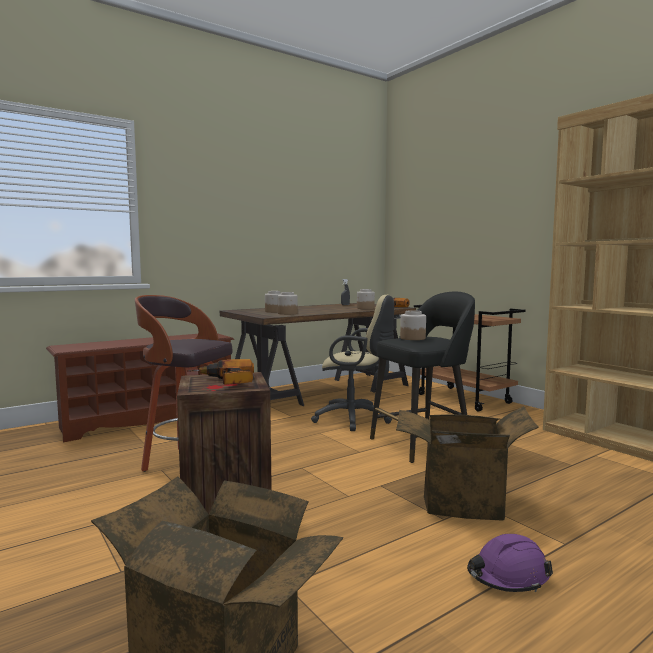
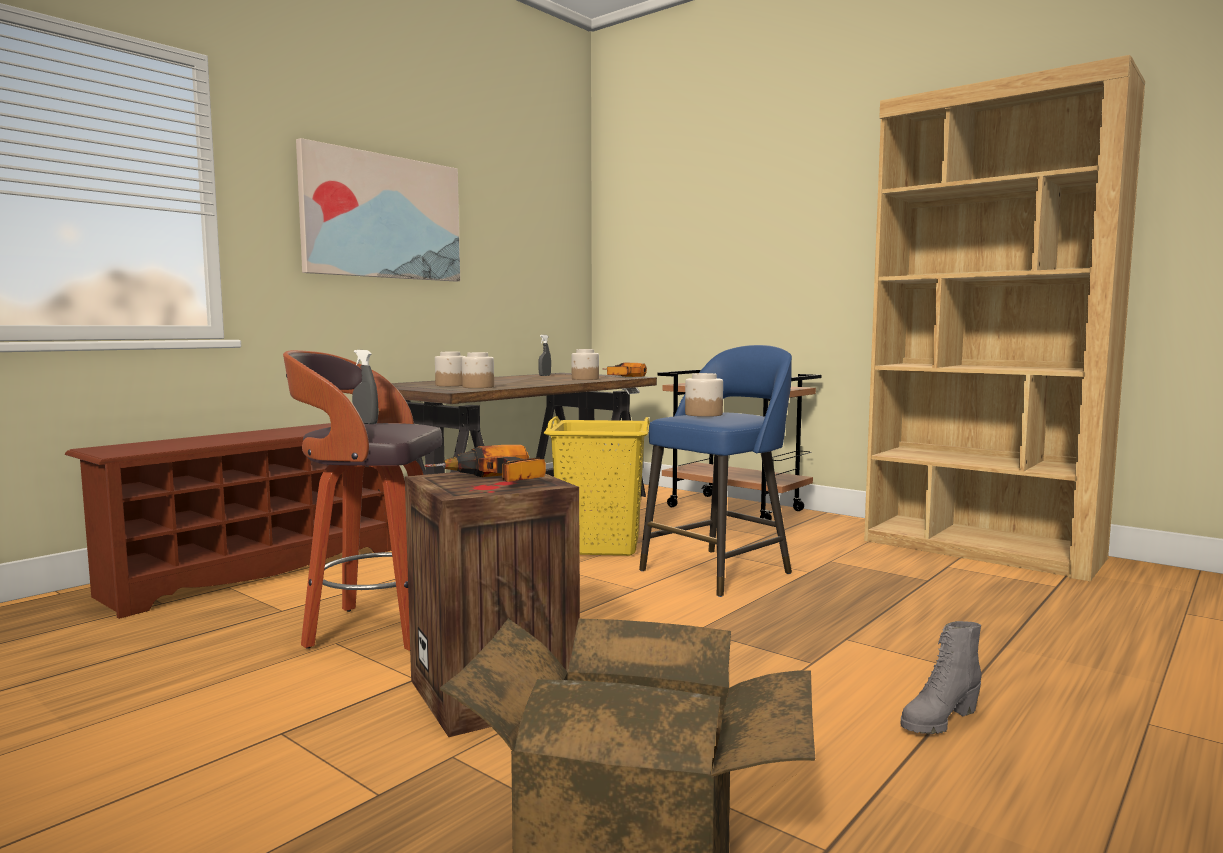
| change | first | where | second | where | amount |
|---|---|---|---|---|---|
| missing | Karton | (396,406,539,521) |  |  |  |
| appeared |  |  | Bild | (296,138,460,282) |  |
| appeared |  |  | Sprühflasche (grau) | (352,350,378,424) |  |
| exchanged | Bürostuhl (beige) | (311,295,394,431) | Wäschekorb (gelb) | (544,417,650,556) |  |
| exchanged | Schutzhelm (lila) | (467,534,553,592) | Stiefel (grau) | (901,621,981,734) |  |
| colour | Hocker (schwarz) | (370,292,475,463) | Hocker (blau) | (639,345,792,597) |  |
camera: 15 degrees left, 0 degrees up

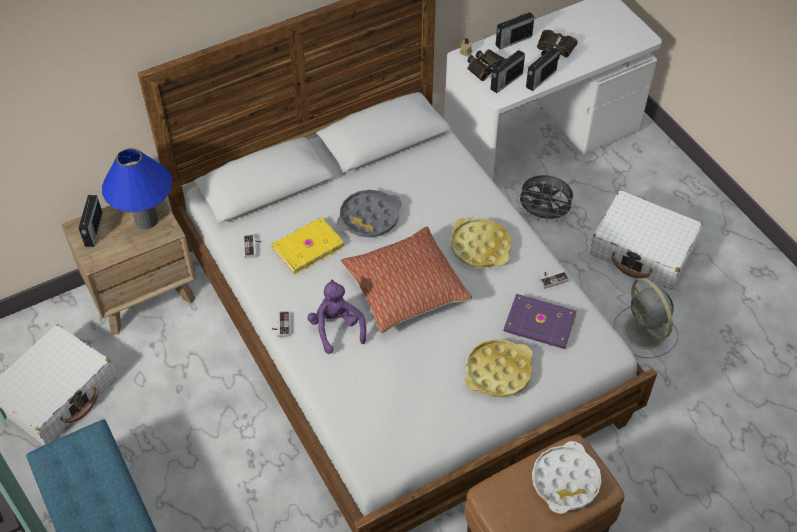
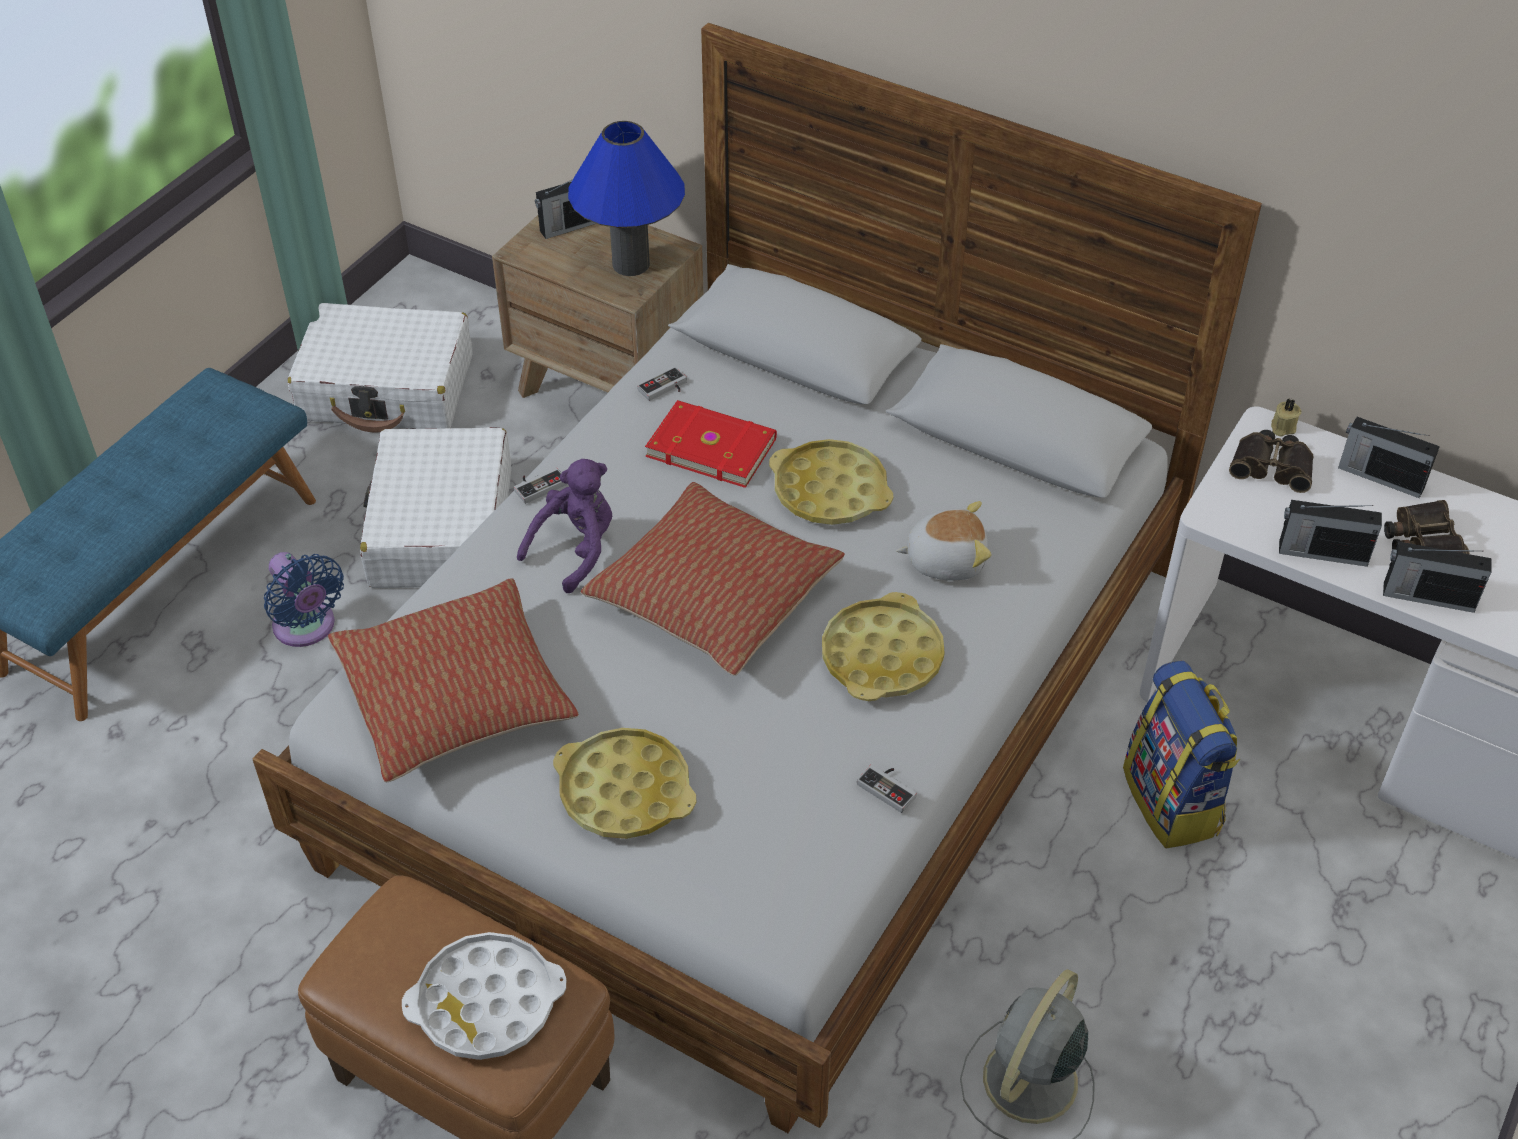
| change | first | where | second | where | amount |
|---|---|---|---|---|---|
| missing | Buch (lila) | (504,294,577,349) |  |  |  |
| appeared |  |  | Ventilator (blau) | (264,552,344,647) |  |
| appeared |  |  | Kissen | (328,578,579,782) |  |
| appeared |  |  | Plüschtier | (896,501,991,581) |  |
| relocated | Radio | (490,49,525,93) |  | (1383,542,1492,613) |  |
| relocated | Koffer (weiß) | (590,191,703,289) |  | (360,427,511,588) |  |
| exchanged | Ventilator (grau) | (516,175,575,223) | Rucksack | (1123,661,1240,848) |  |
| colour | Buch (gelb) | (271,217,344,275) | Buch (rot) | (645,400,777,488) |  |
| colour | Tablett (grau) | (337,190,402,238) | Tablett (gelb) | (769,439,893,525) |  |
camera: 60 degrees right, 5 degrees down

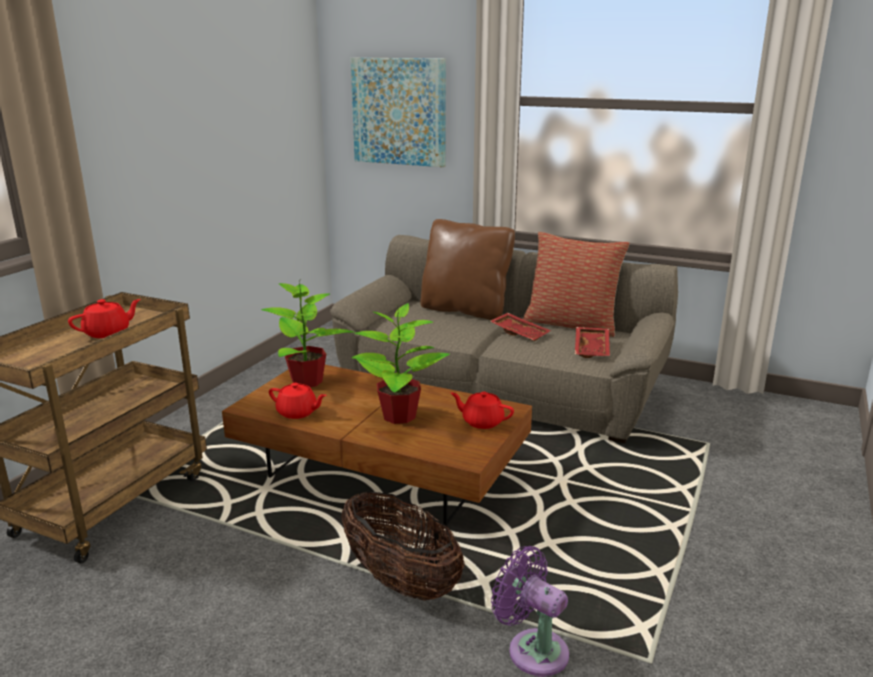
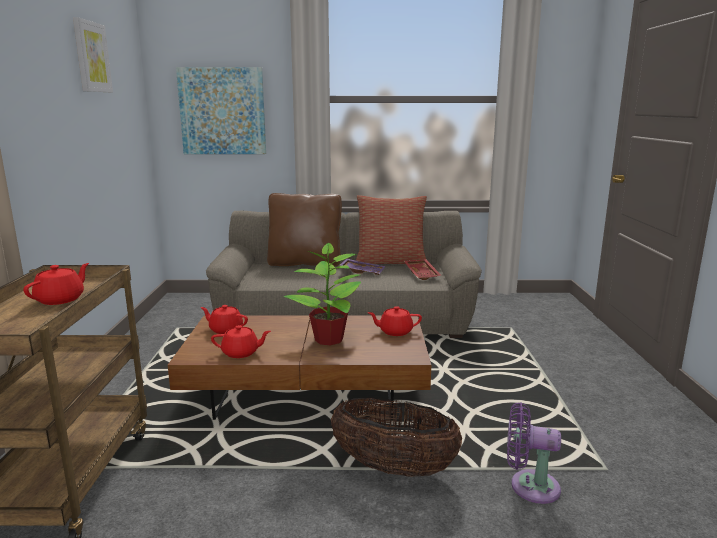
| change | first | where | second | where | amount |
|---|---|---|---|---|---|
| appeared |  |  | Bild | (73,17,113,92) |  |
| exchanged | Topfpflanze | (261,282,354,387) | Teekanne (rot) | (200,305,248,334) |  |
| colour | Tablett (rot) | (490,313,551,341) | Tablett (lila) | (340,259,386,275) |  |
camera: 25 degrees left, 5 degrees down

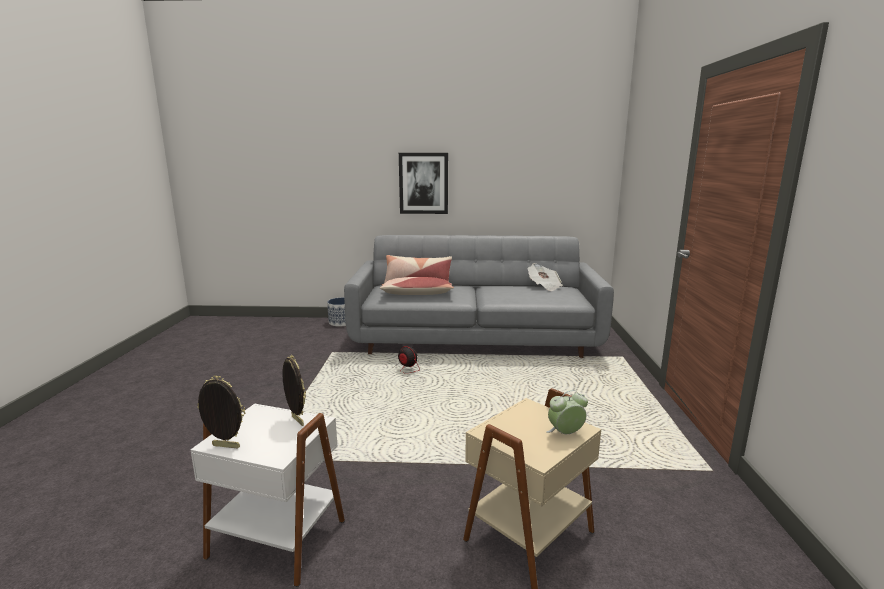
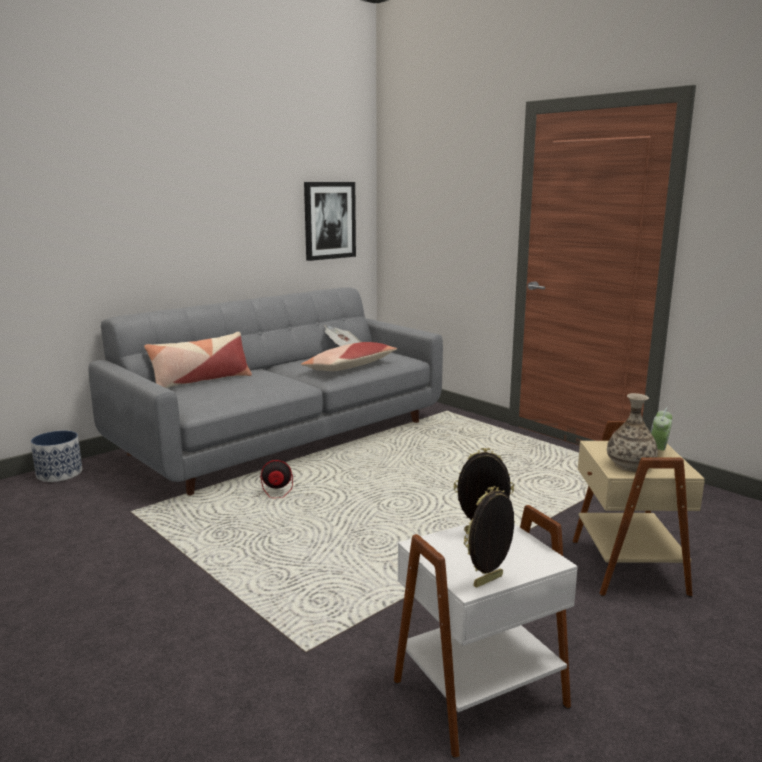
| change | first | where | second | where | amount |
|---|---|---|---|---|---|
| appeared |  |  | Vase | (607,393,658,472) |  |
| relocated | Kissen | (380,277,454,295) |  | (301,342,397,371) |  |
| relocated | Bild | (399,153,448,214) |  | (304,182,356,261) |  |
camera: 45 degrees left, 0 degrees up

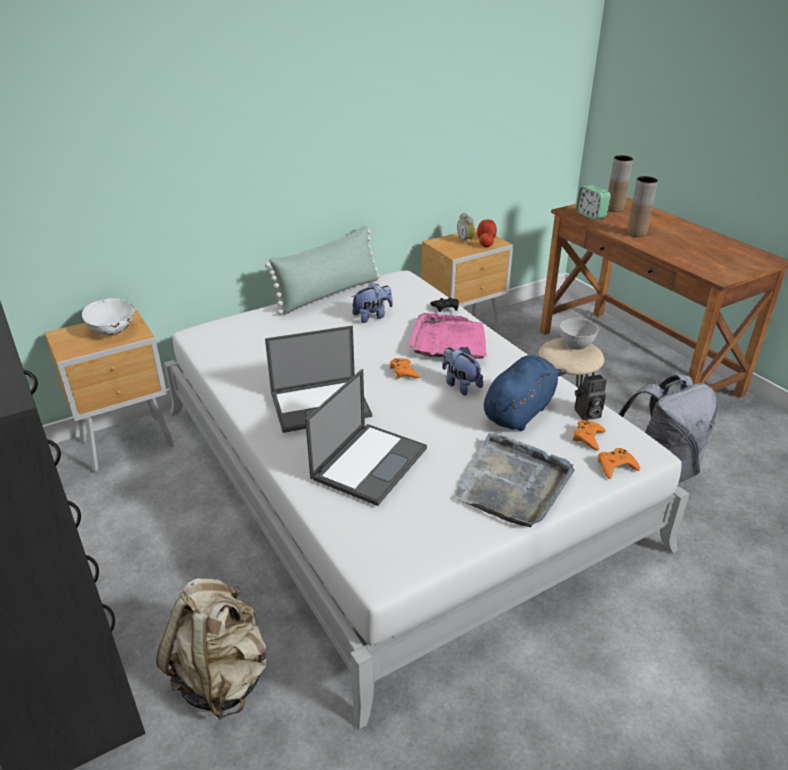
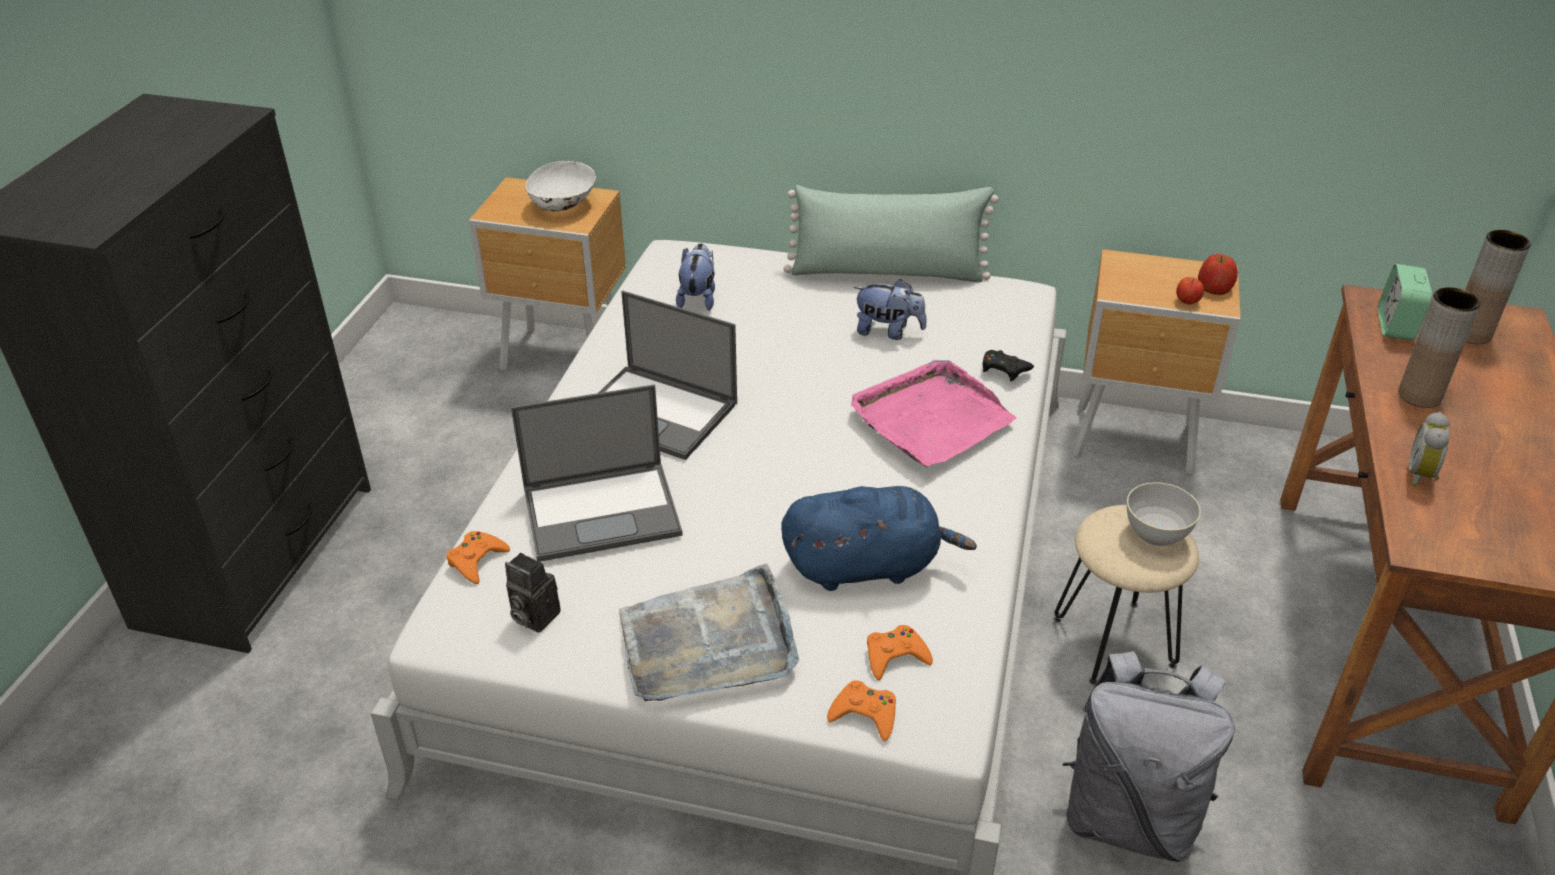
| change | first | where | second | where | amount |
|---|---|---|---|---|---|
| missing | Rucksack (beige) | (156,578,267,720) |  |  |  |
| relocated | Gamepad (orange) | (390,358,421,379) |  | (446,531,510,584) |  |
| relocated | Plüschtier | (442,347,483,396) |  | (676,243,715,311) |  |
| relocated | Wecker | (457,213,475,245) |  | (1409,412,1449,487) |  |
| relocated | Kamera | (575,374,607,420) |  | (505,553,561,633) |  |
camera: 45 degrees right, 5 degrees up

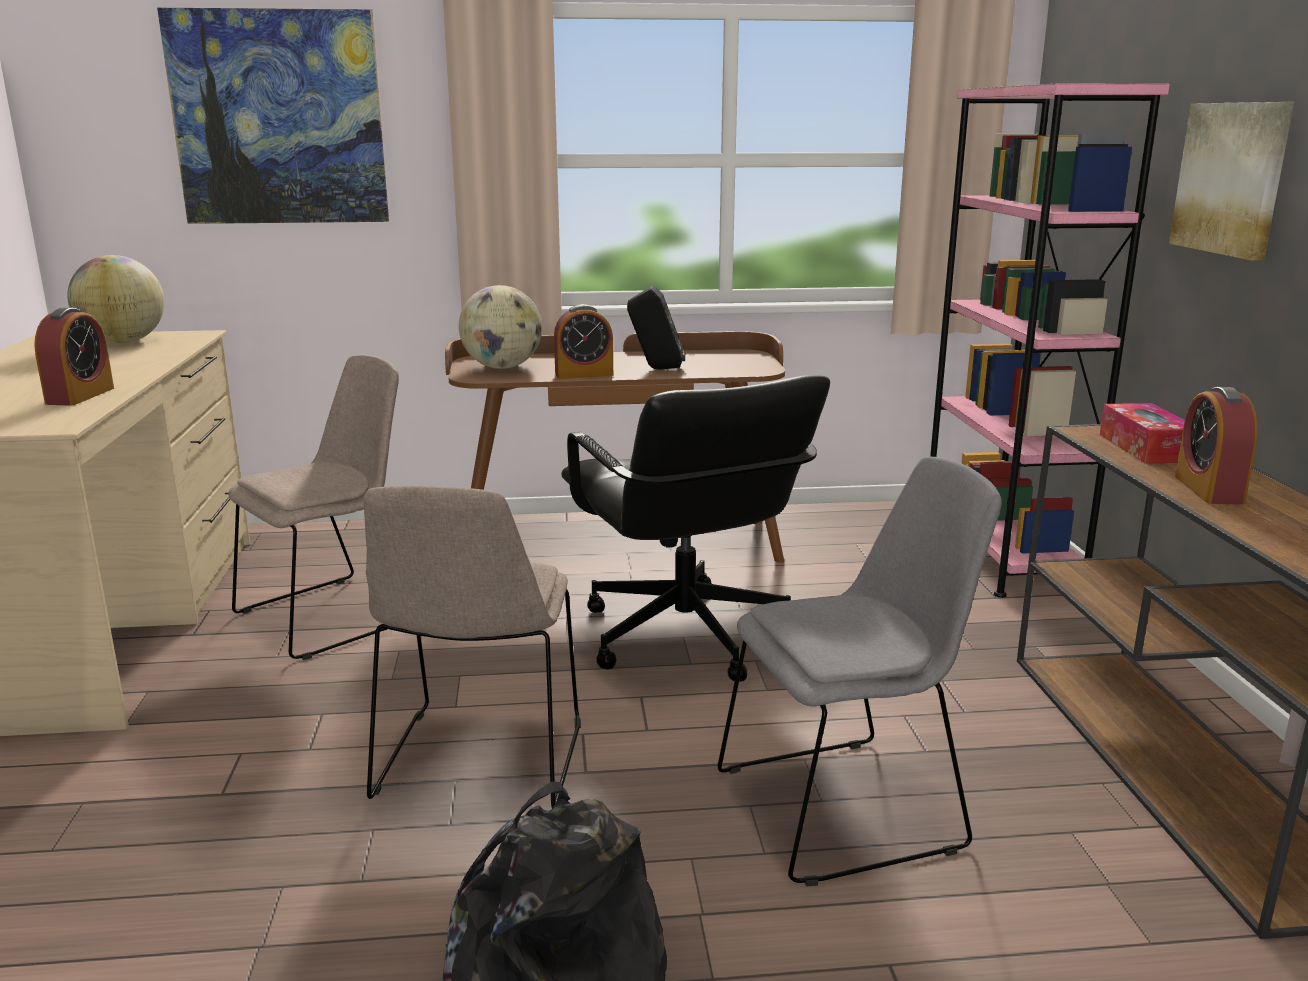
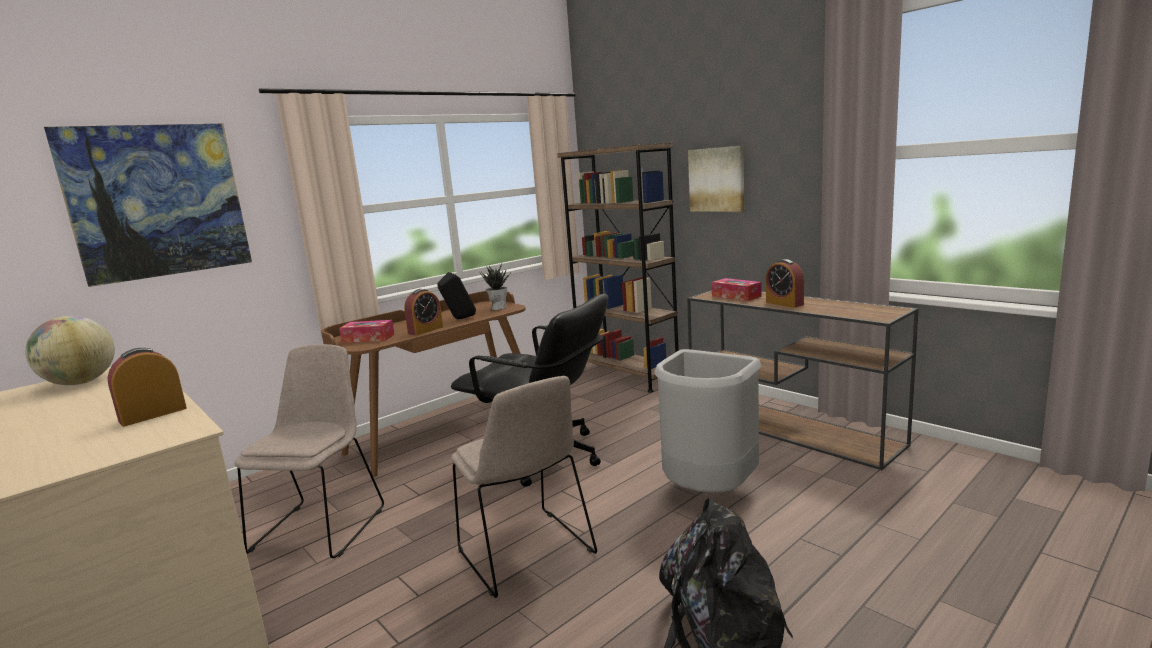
| change | first | where | second | where | amount |
|---|---|---|---|---|---|
| appeared |  |  | Topfpflanze | (479,263,510,310) |  |
| exchanged | Globus | (459,285,542,369) | Taschentuchbox | (339,320,395,343) |  |
| exchanged | Stuhl (grau) | (718,457,1002,887) | Mülleimer (grau) | (654,349,762,492) |  |
| colour | Bücherregal (rosa) | (930,83,1170,598) | Bücherregal (braun) | (557,143,679,392) |  |
| spun | Wecker | (34,308,114,406) |  | (108,348,187,427) | 105 degrees counterclockwise |
camera: 35 degrees left, 5 degrees down

